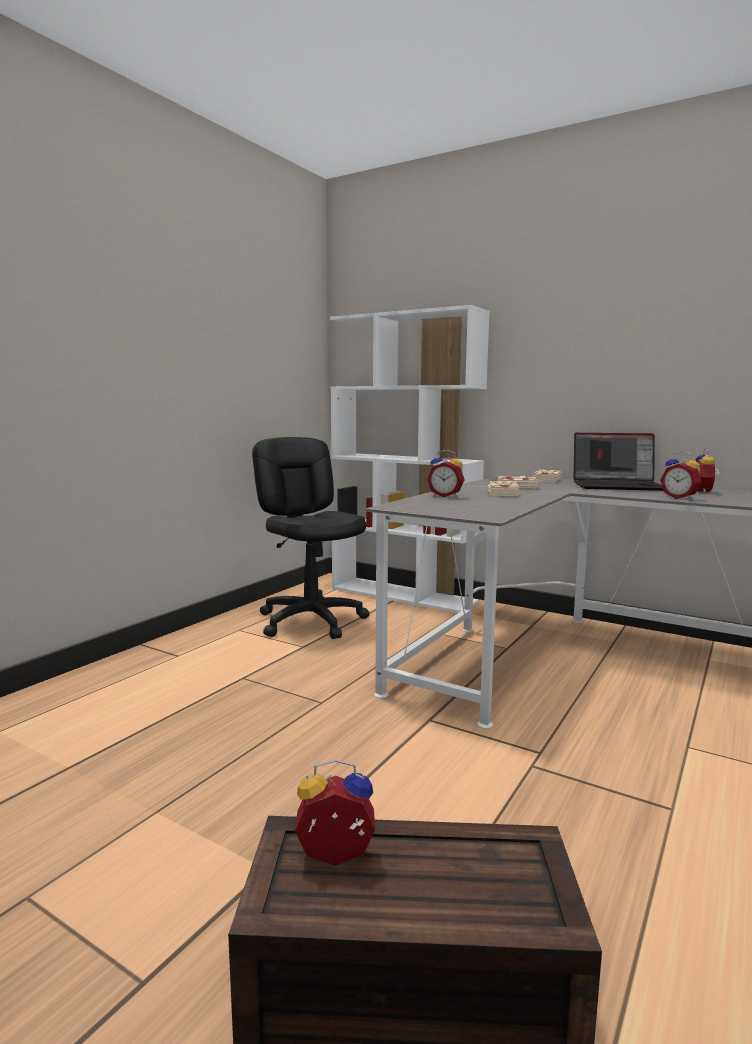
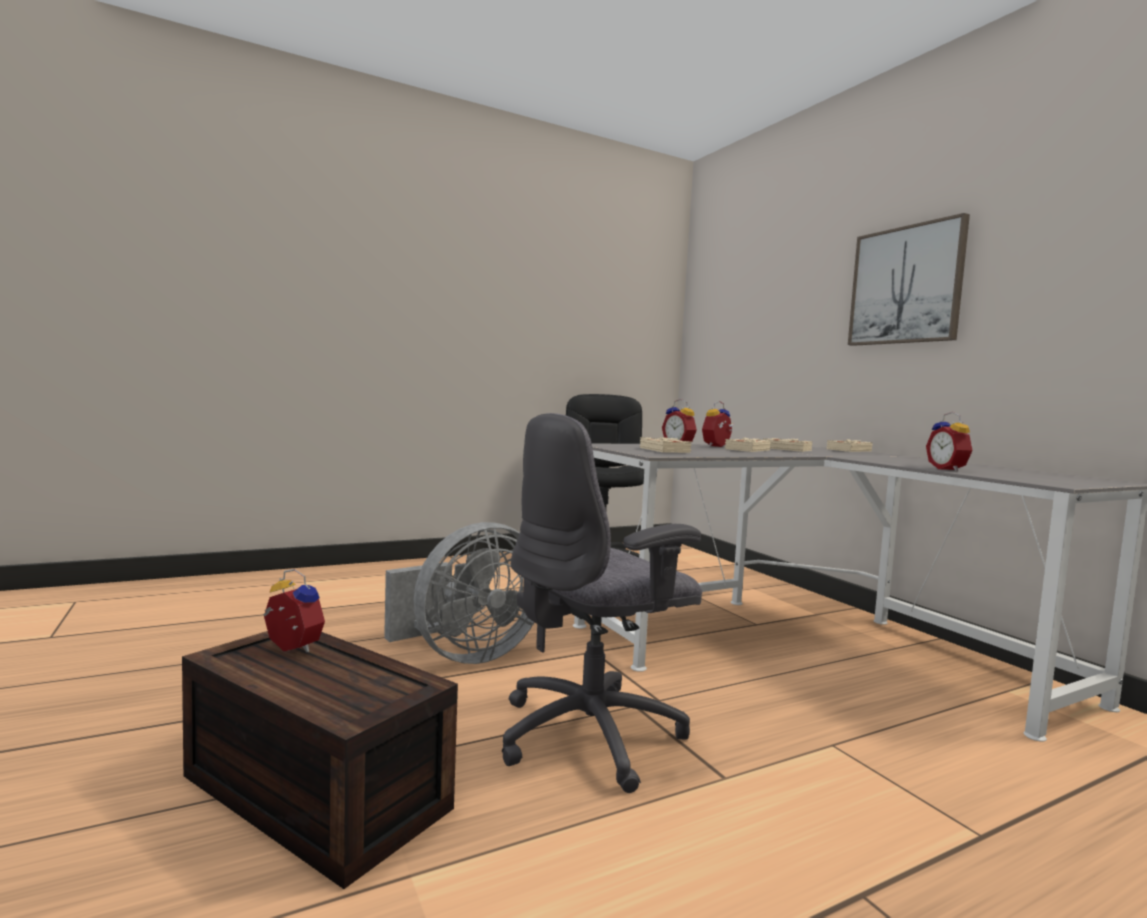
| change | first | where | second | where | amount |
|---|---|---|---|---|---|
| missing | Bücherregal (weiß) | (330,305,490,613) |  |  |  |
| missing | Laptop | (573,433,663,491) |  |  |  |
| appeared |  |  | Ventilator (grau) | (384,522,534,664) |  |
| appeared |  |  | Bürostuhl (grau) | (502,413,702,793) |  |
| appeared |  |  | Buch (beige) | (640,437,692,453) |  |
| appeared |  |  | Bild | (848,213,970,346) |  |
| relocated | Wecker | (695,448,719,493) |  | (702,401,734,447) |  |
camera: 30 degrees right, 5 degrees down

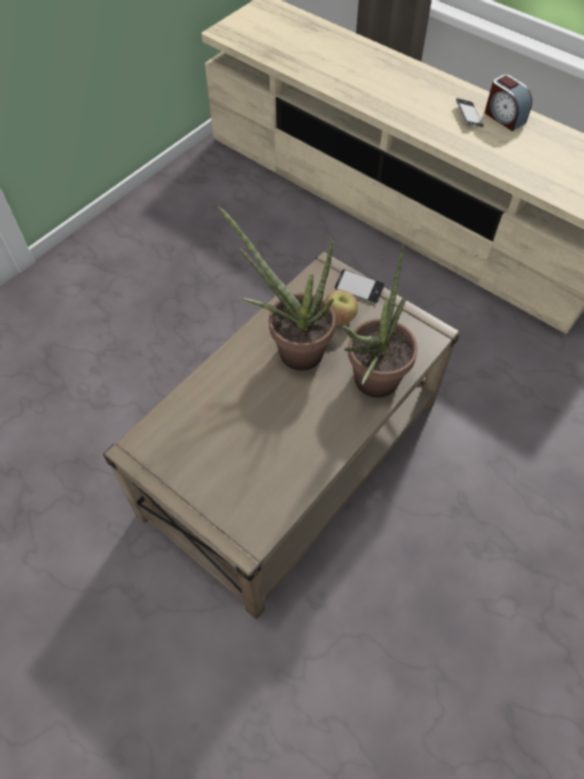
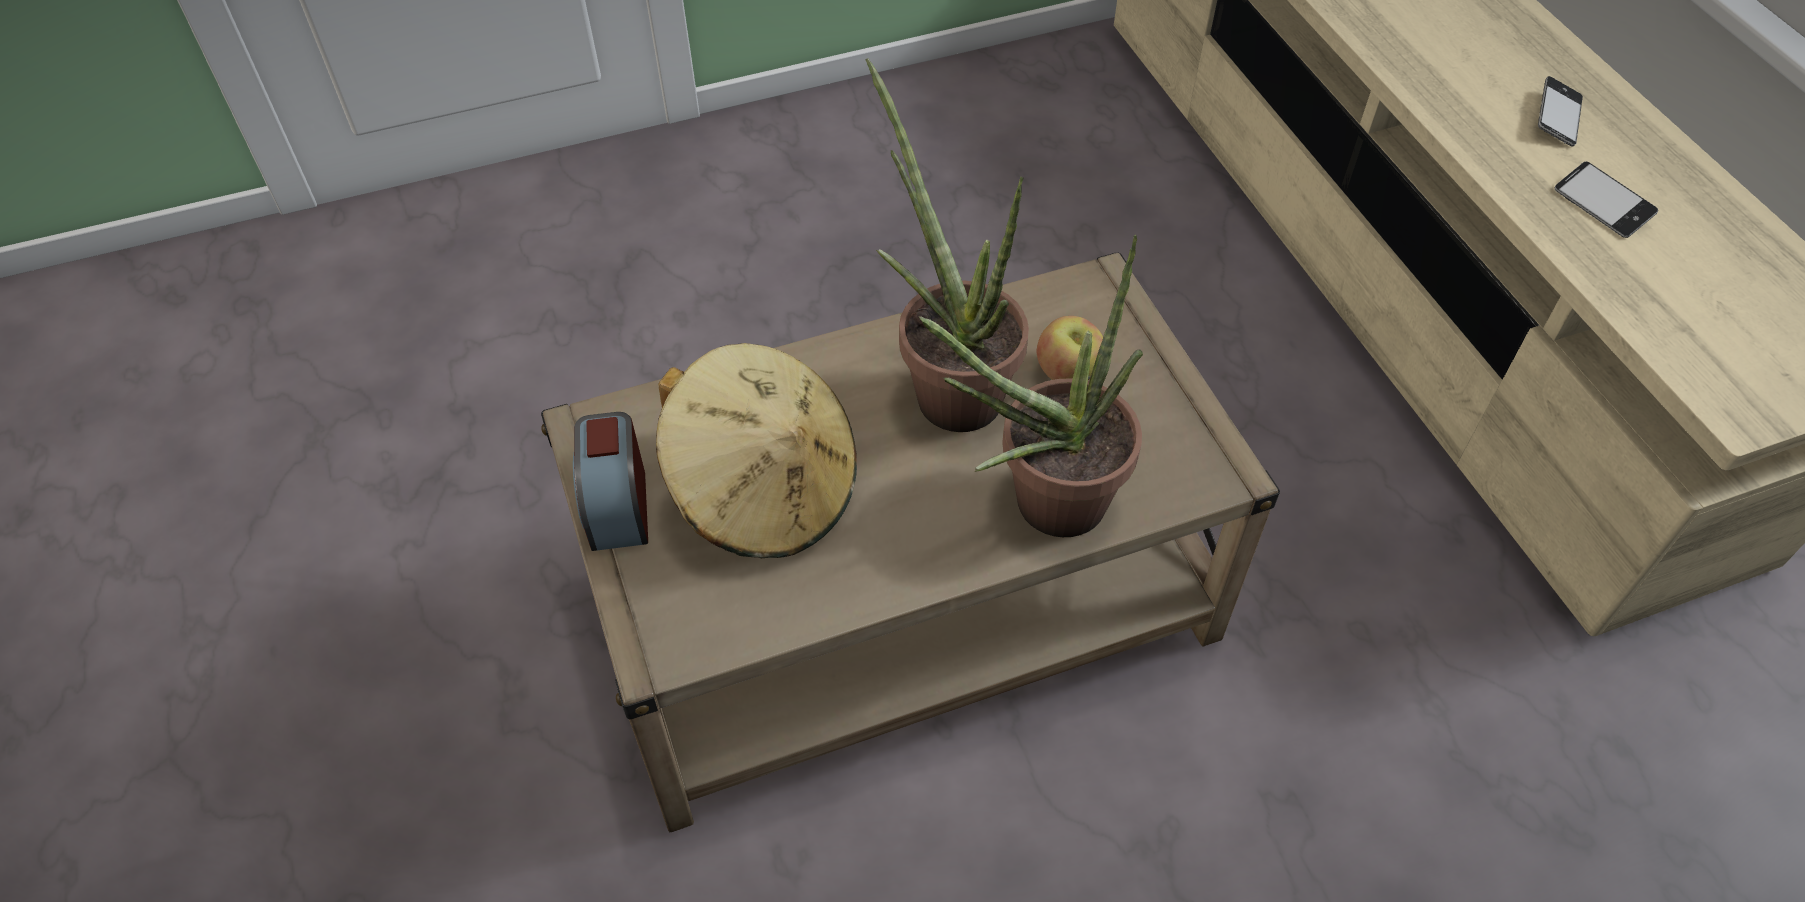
| change | first | where | second | where | amount |
|---|---|---|---|---|---|
| appeared |  |  | Hut (beige) | (656,343,857,558) |  |
| relocated | Handy | (334,269,385,304) |  | (1555,161,1658,238) |  |
| relocated | Wecker | (485,74,532,131) |  | (573,412,648,551) |  |
camera: 30 degrees right, 5 degrees down

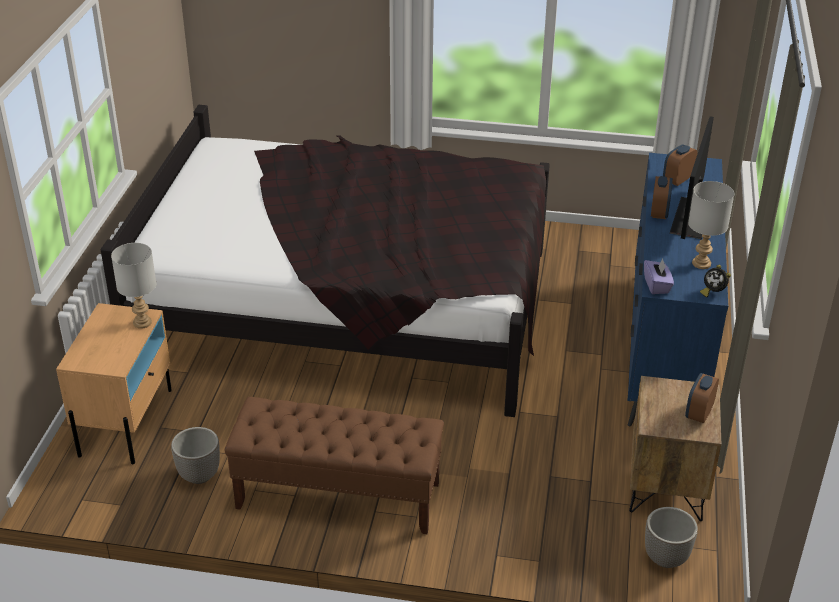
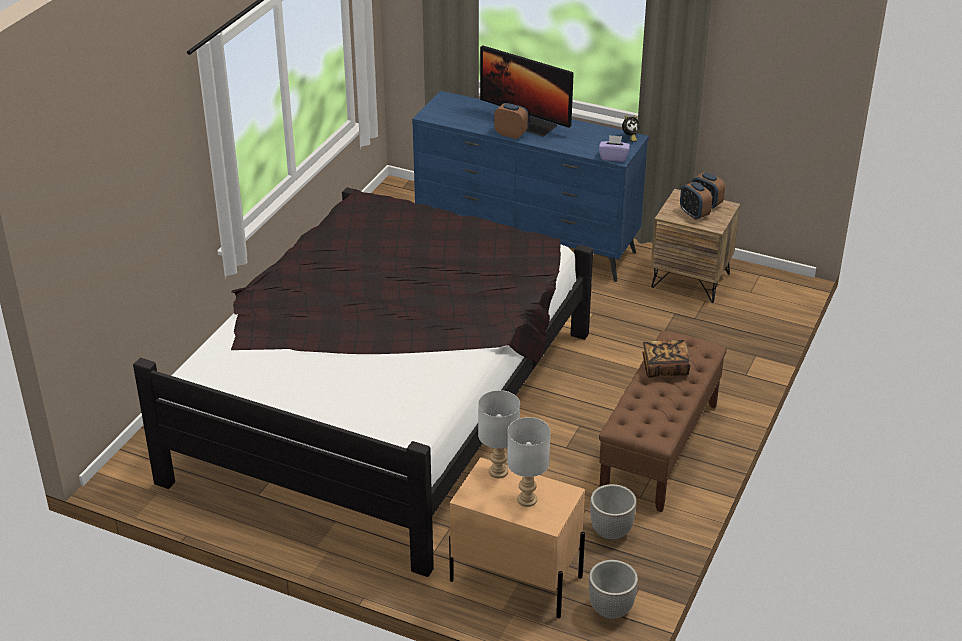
| change | first | where | second | where | amount |
|---|---|---|---|---|---|
| appeared |  |  | Buch | (642,340,691,377) |  |
| relocated | Pflanzkübel | (645,507,698,568) |  | (589,560,638,619) |  |
| relocated | Wecker | (663,144,698,186) |  | (680,182,712,220) |  |
| relocated | Tischlampe (grau) | (688,181,734,269) |  | (507,417,551,507) |  |
camera: 75 degrees left, 0 degrees up

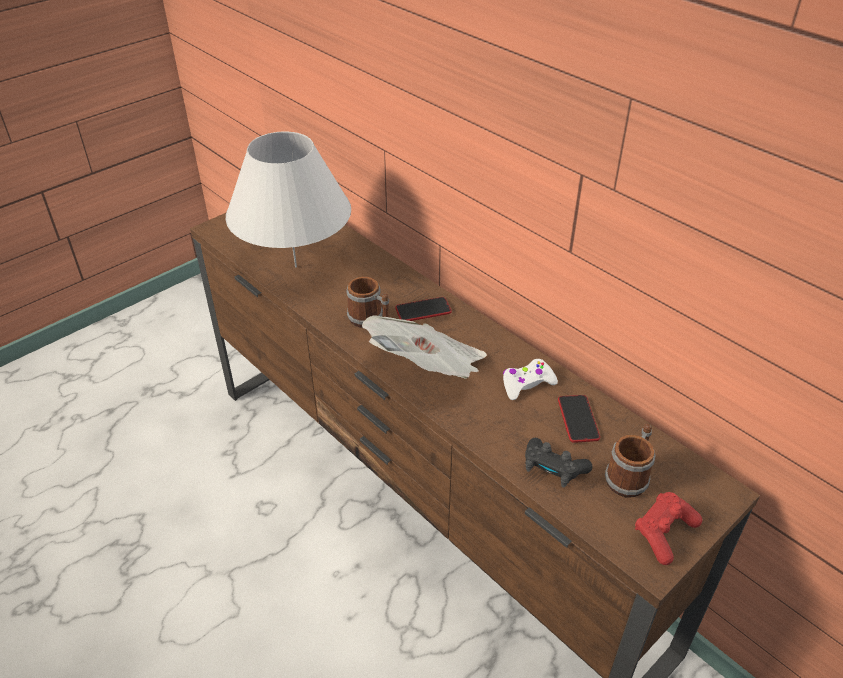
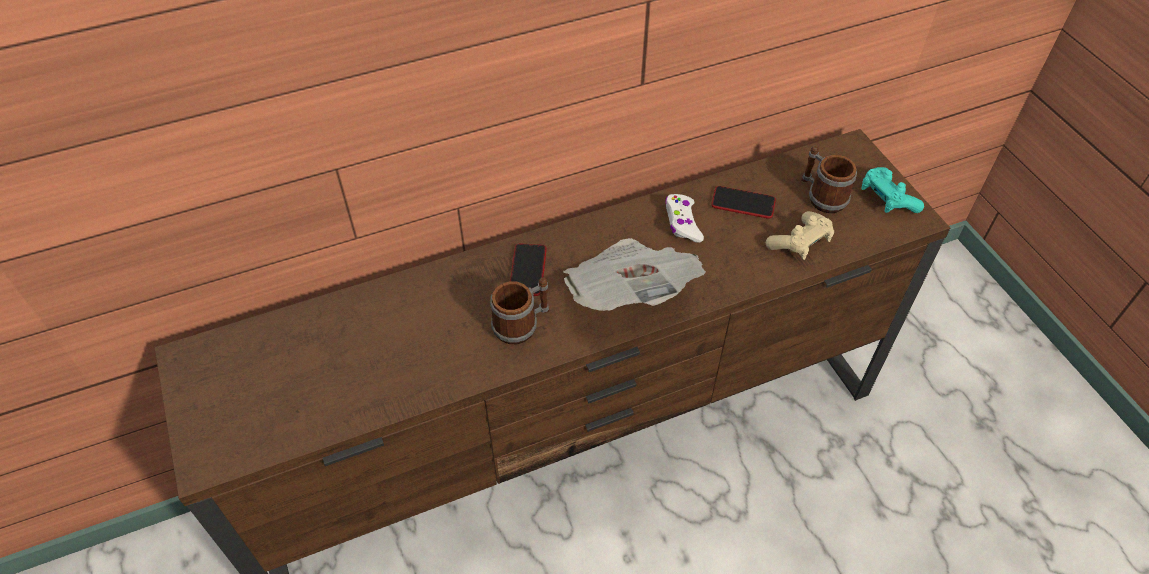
| change | first | where | second | where | amount |
|---|---|---|---|---|---|
| missing | Tischlampe (weiß) | (226,132,351,267) |  |  |  |
| colour | Gamepad (schwarz) | (525,438,593,488) | Gamepad (beige) | (766,211,834,260) |  |
| colour | Gamepad (rot) | (635,492,702,565) | Gamepad (türkis) | (862,167,924,213) |  |
camera: 70 degrees left, 10 degrees up

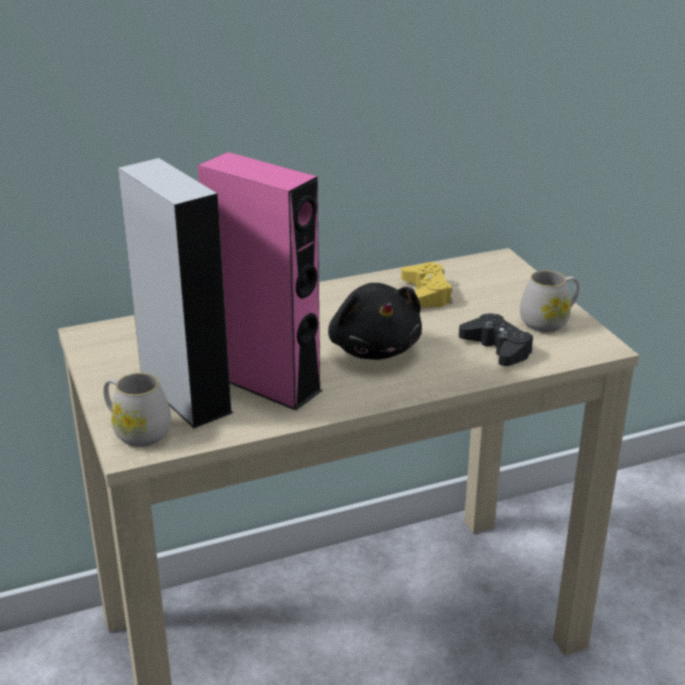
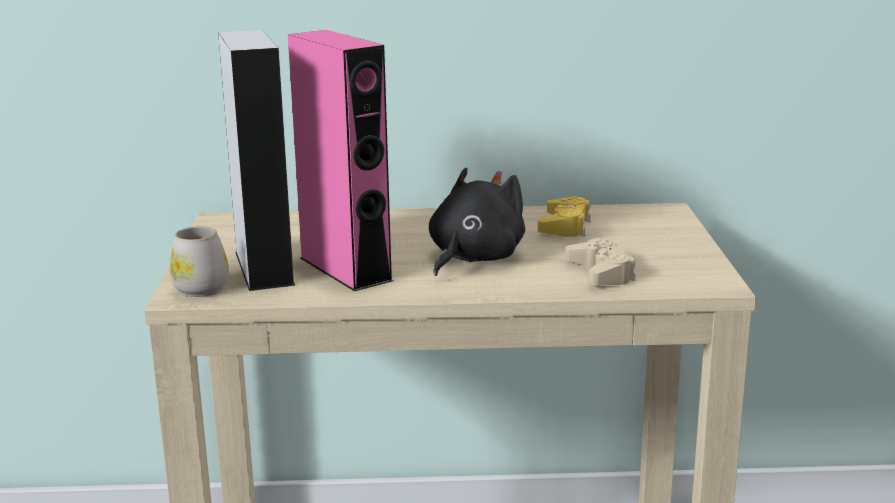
| change | first | where | second | where | amount |
|---|---|---|---|---|---|
| missing | Henkelbecher (weiß) | (520,270,579,333) |  |  |  |
| colour | Gamepad (schwarz) | (459,313,533,366) | Gamepad (beige) | (565,238,635,285) |  |
| spun | Plüschtier (schwarz) | (328,283,422,360) |  | (429,168,525,276) | 150 degrees counterclockwise |
camera: 20 degrees right, 10 degrees down

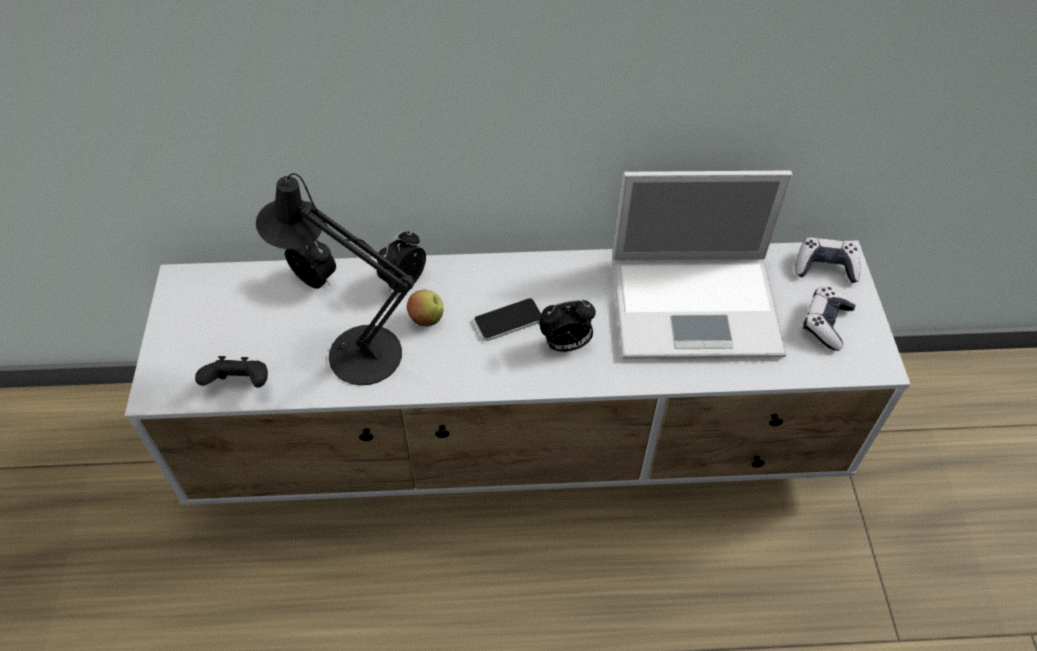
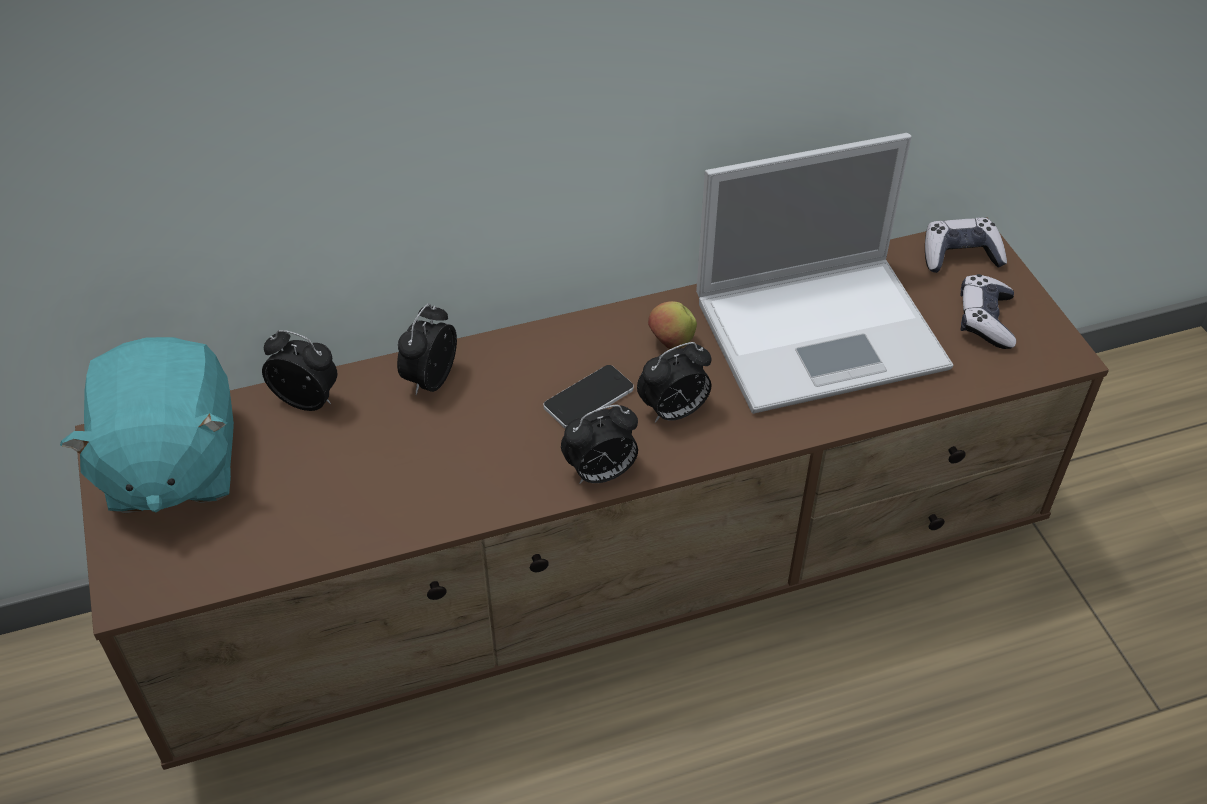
| change | first | where | second | where | amount |
|---|---|---|---|---|---|
| missing | Gamepad (schwarz) | (195,356,268,388) |  |  |  |
| missing | Tischlampe (schwarz) | (256,173,414,385) |  |  |  |
| appeared |  |  | Plüschtier (türkis) | (60,337,234,513) |  |
| appeared |  |  | Wecker | (561,405,638,484) |  |
| relocated | Apfel | (407,290,444,326) |  | (648,301,697,349) |  |
| colour | Fernsehschrank (weiß) | (125,240,911,505) | Fernsehschrank (braun) | (75,217,1109,770) |  |
camera: 15 degrees left, 5 degrees down

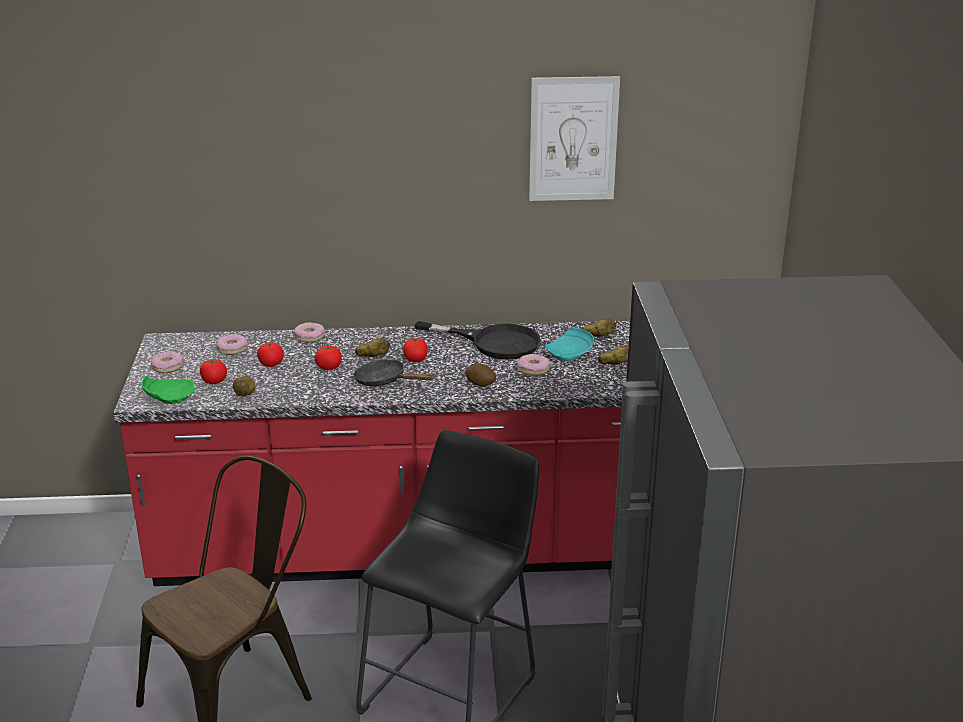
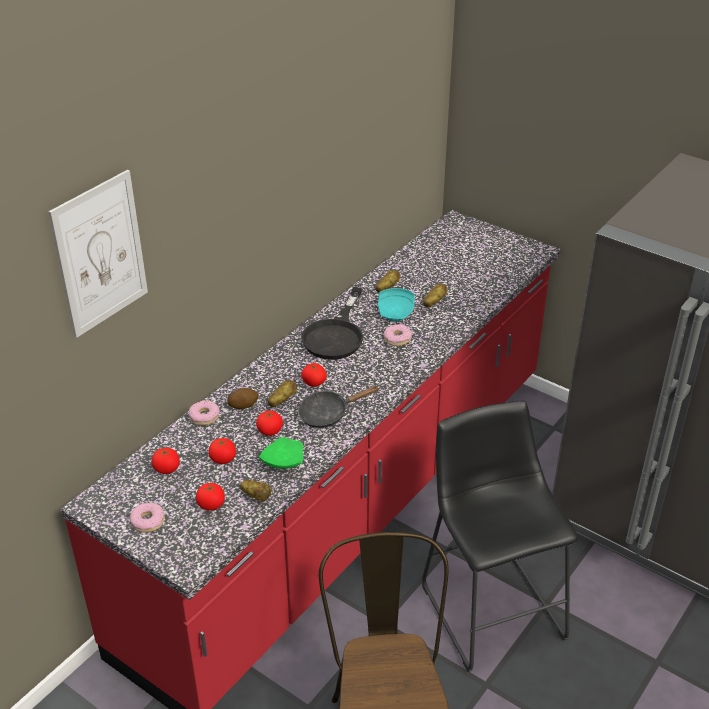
| change | first | where | second | where | amount |
|---|---|---|---|---|---|
| relocated | Teller (grün) | (142,376,195,404) |  | (258,437,304,469) |  |
| relocated | Kartoffel | (466,364,496,387) |  | (227,388,259,409) |  |
| relocated | Bild | (529,76,620,201) |  | (49,170,148,338) |  |
| exchanged | Donut | (216,334,247,355) | Tomate | (152,448,180,474) |  |
| spun | Pfanne (schwarz) | (414,321,541,360) |  | (301,287,363,360) | 135 degrees clockwise |
camera: 50 degrees left, 10 degrees up

